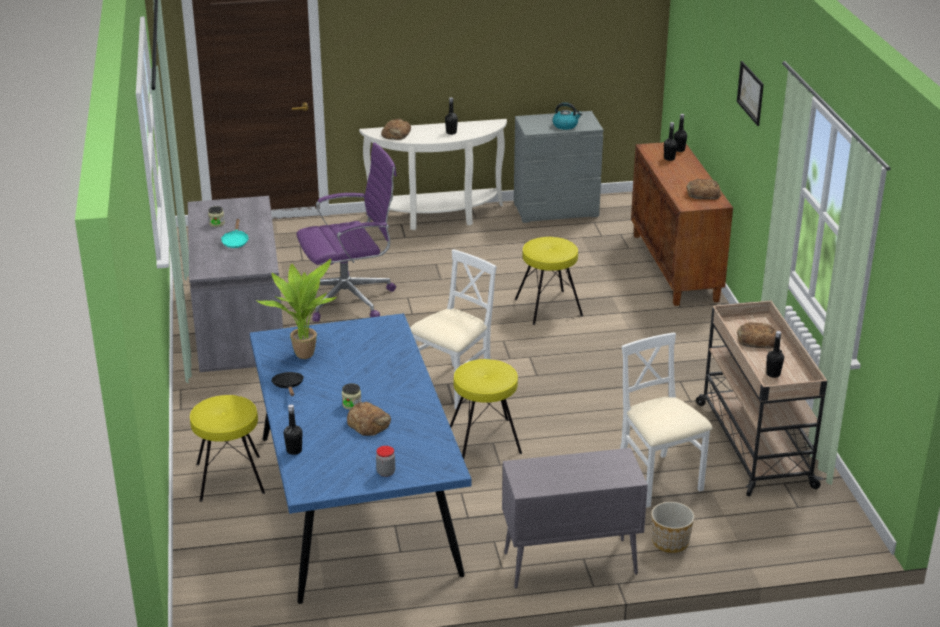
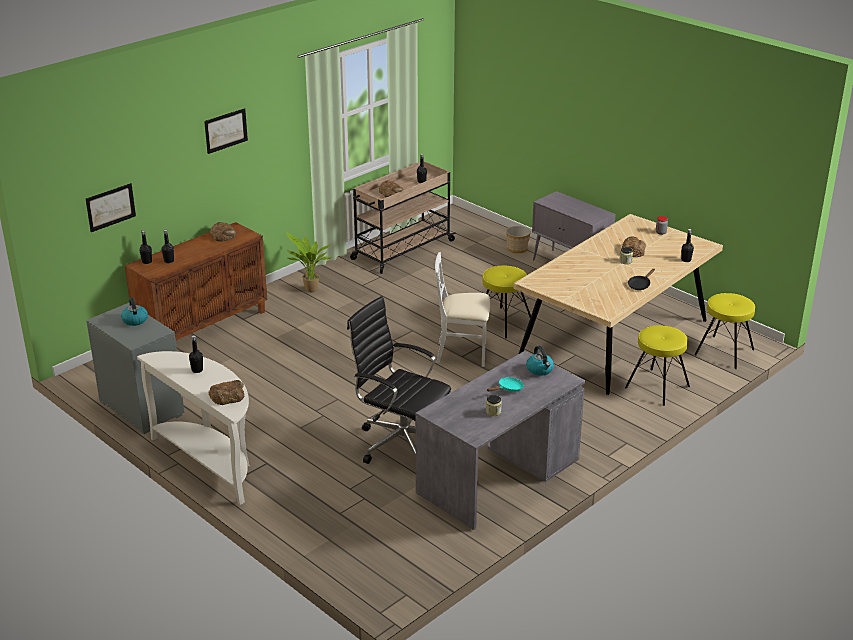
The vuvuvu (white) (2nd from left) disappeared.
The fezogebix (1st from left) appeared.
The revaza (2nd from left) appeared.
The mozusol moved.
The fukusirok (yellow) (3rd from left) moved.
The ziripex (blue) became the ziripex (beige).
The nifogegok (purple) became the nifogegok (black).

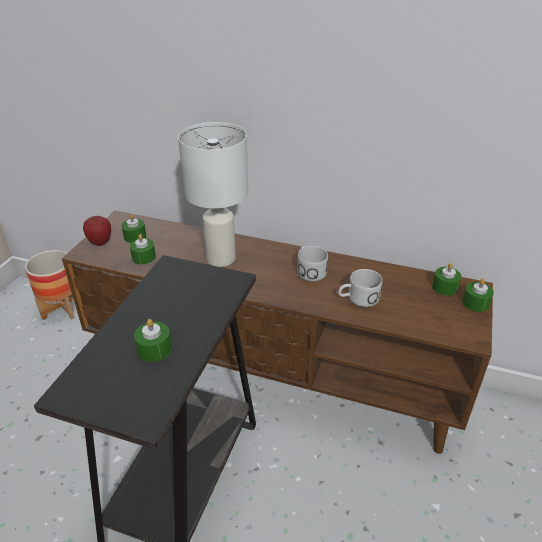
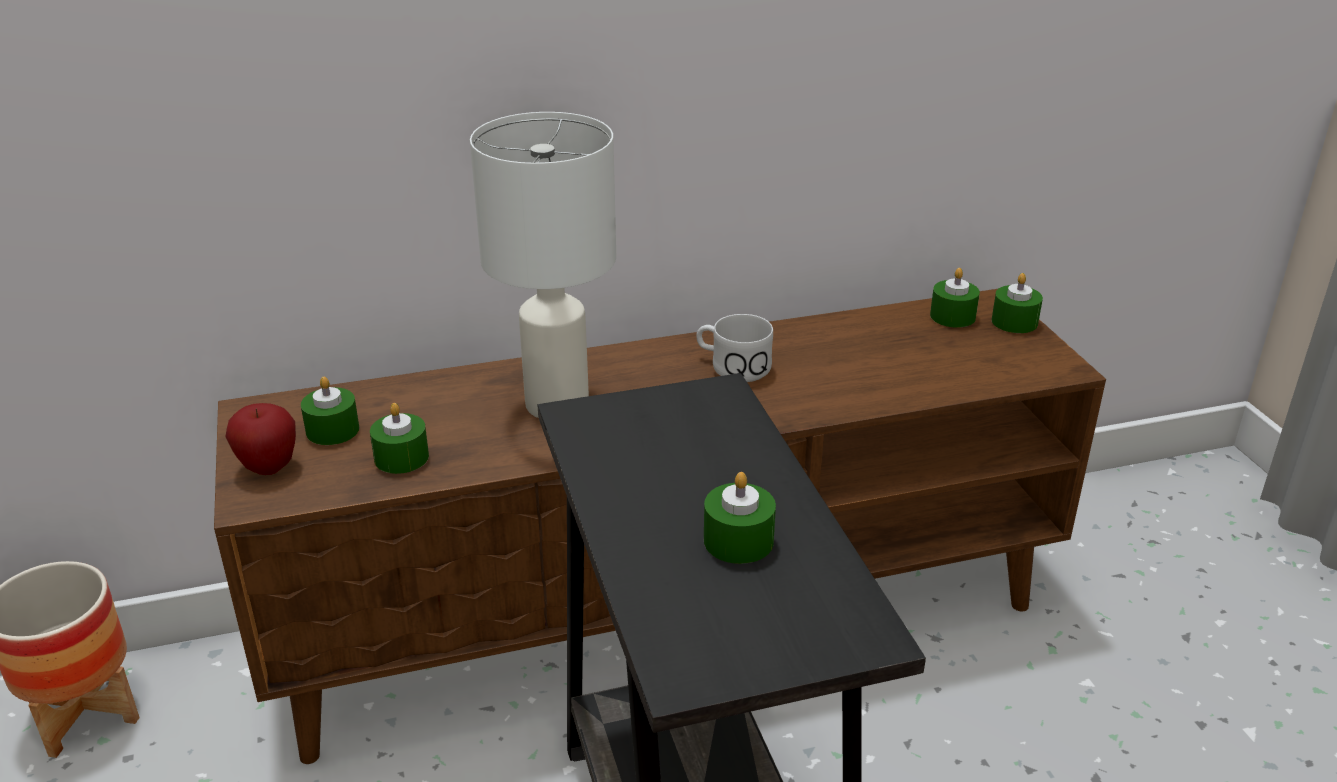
The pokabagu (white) (2nd from left) disappeared.

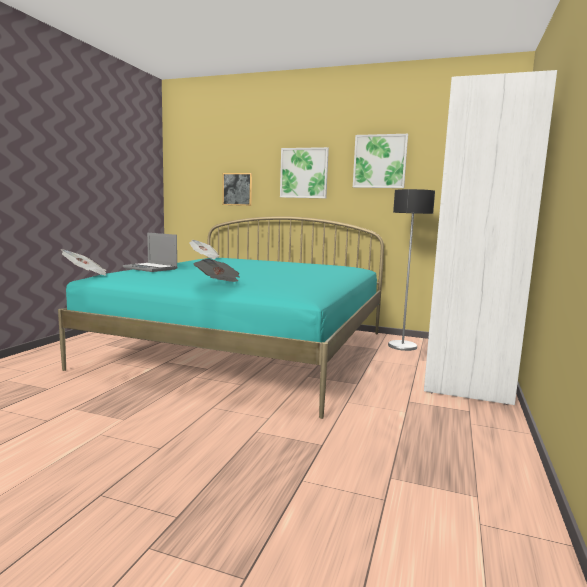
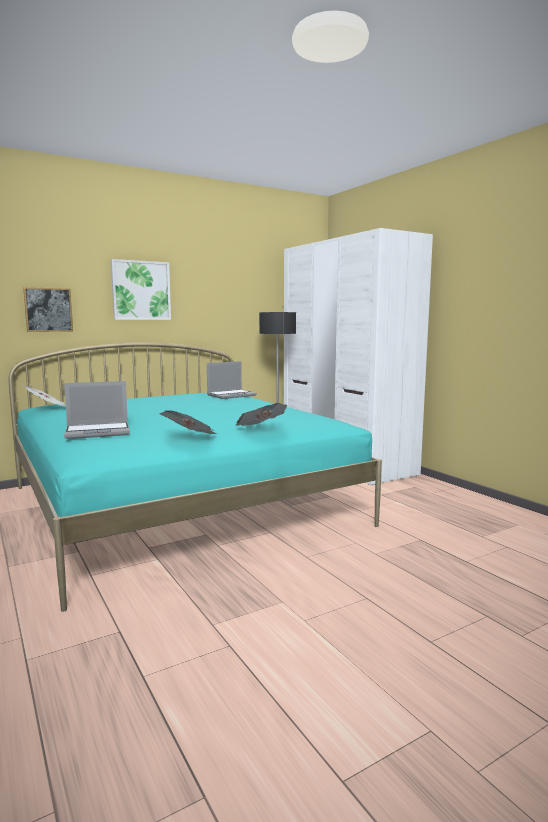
The fezogebix (3rd from left) disappeared.
The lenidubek (2nd from left) appeared.
The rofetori (1st from left in the first image) moved.

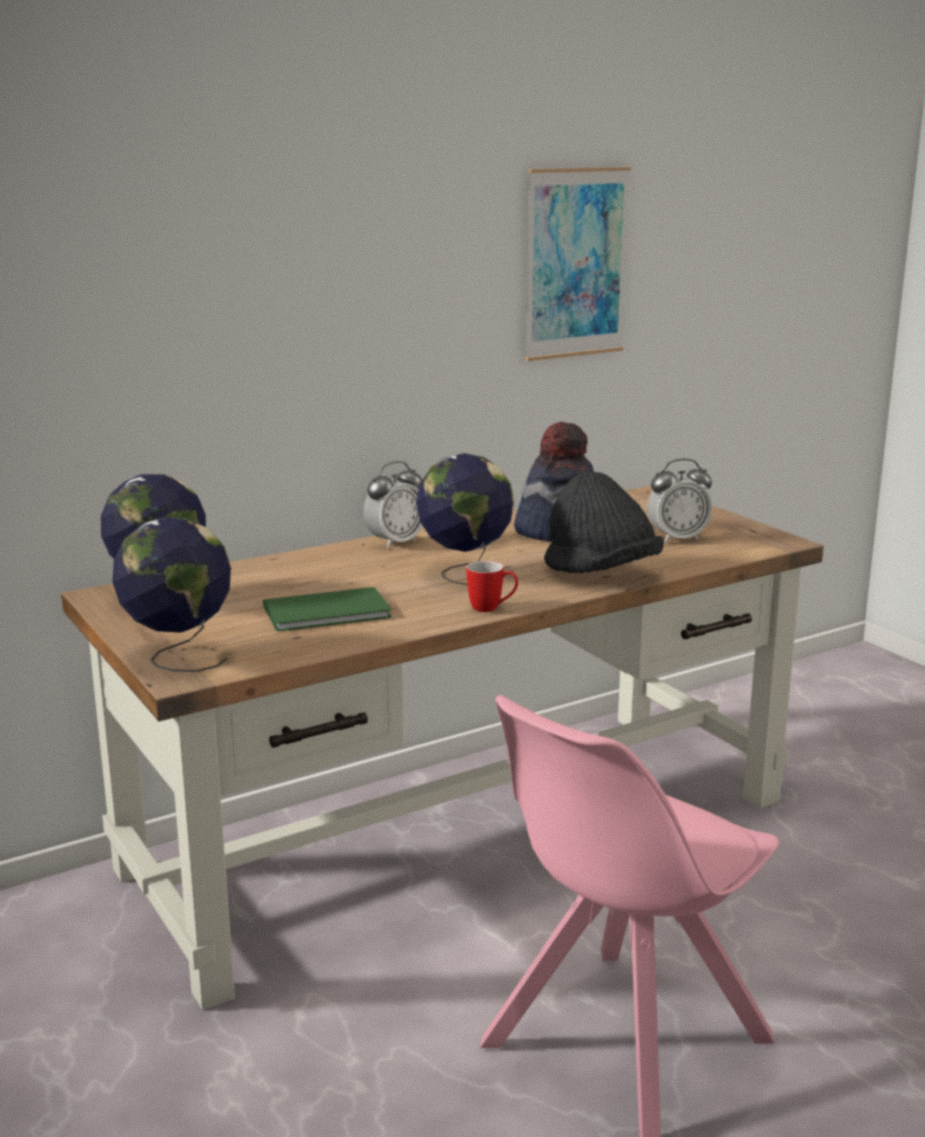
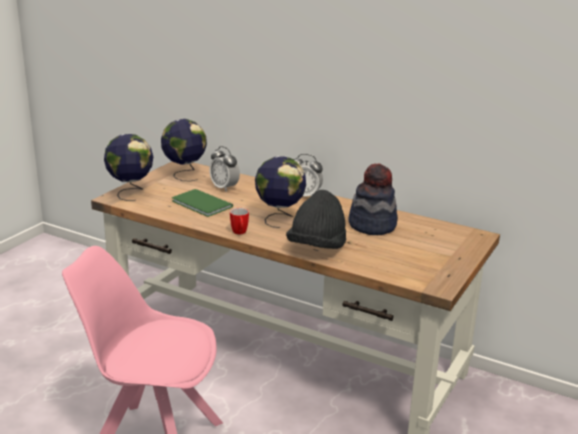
The fezogebix disappeared.
The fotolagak (2nd from left in the first image) moved.

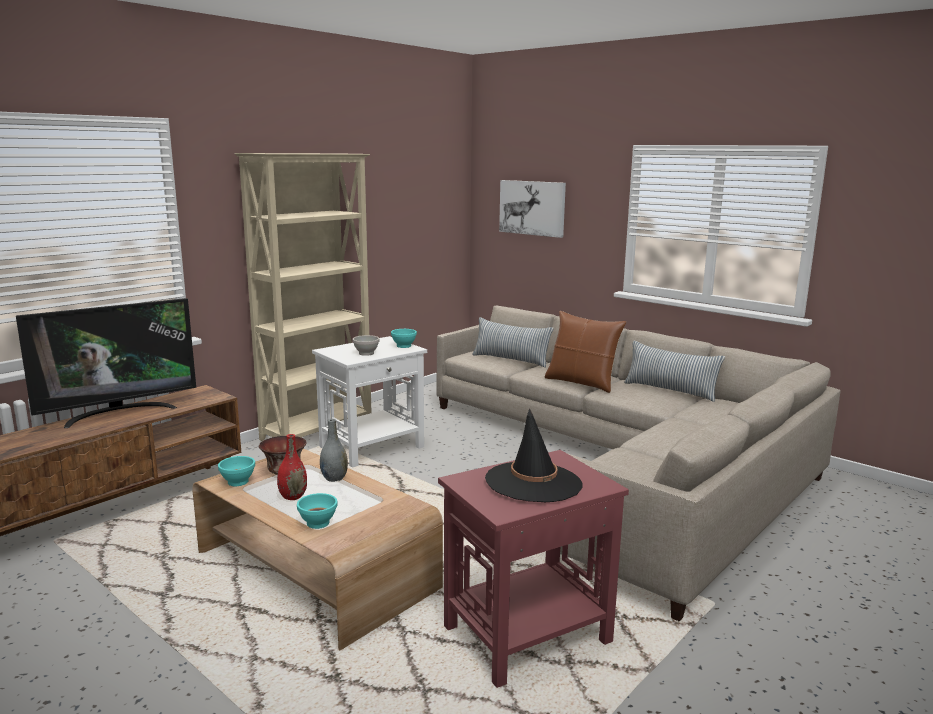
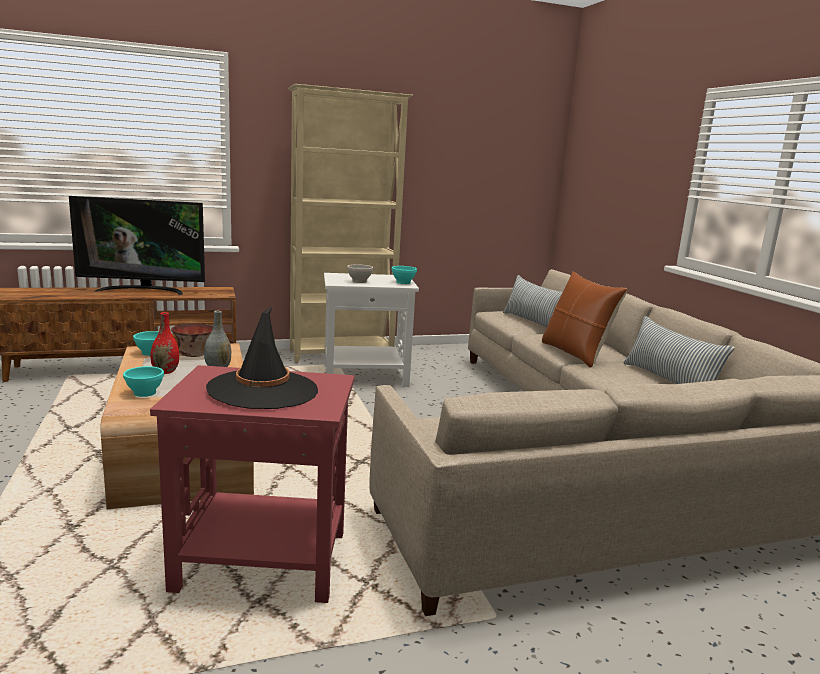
The fezogebix disappeared.

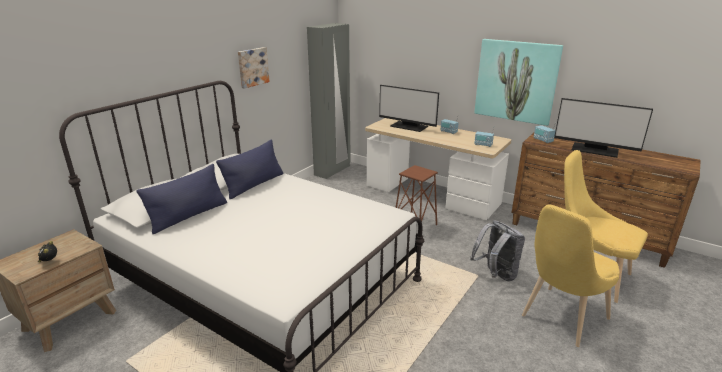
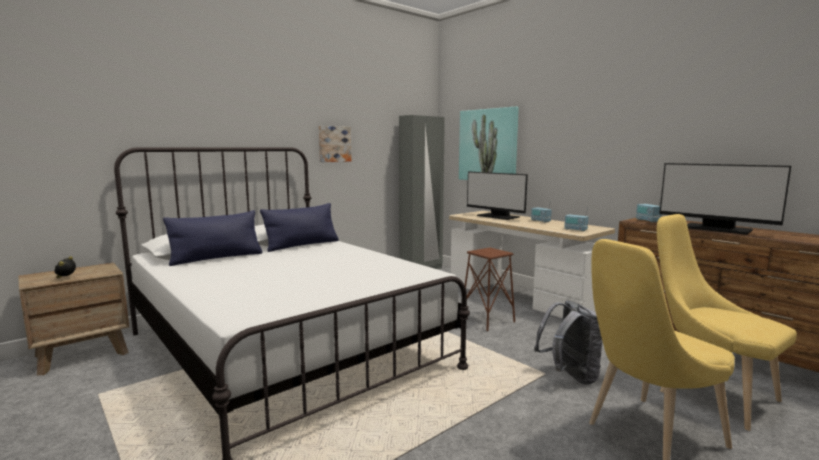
The fezogebix (2nd from left) moved.

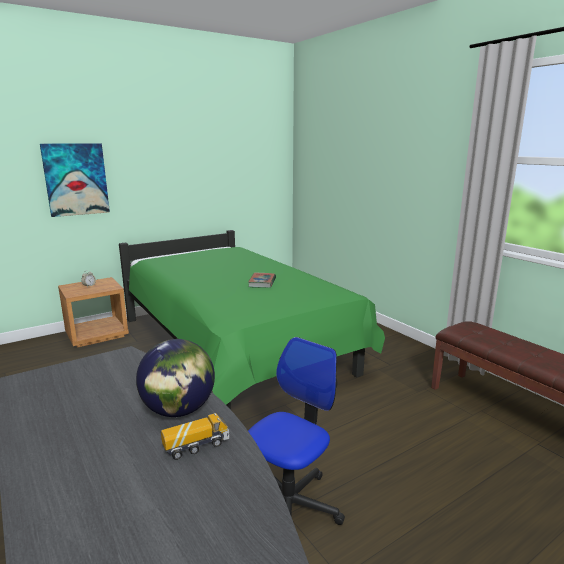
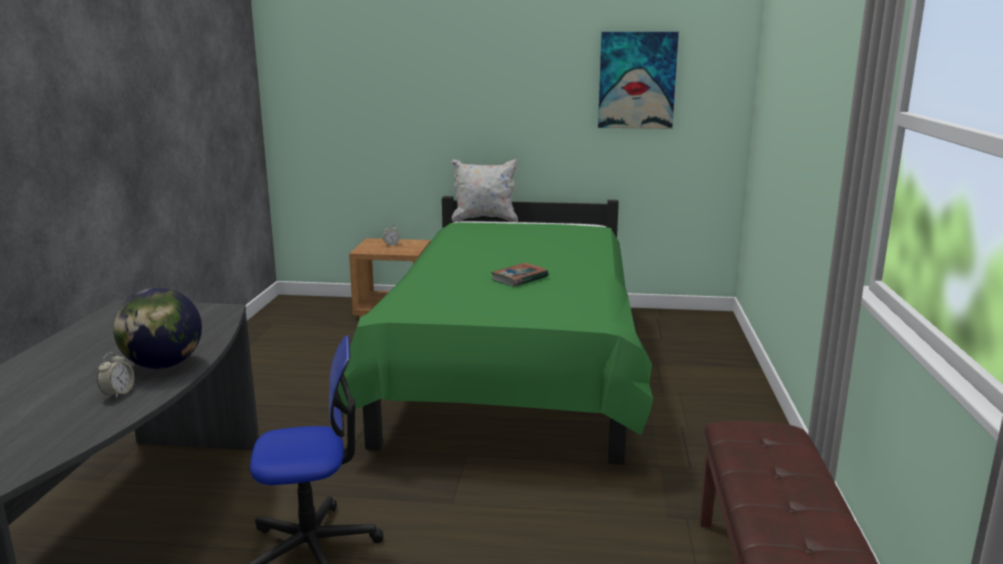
The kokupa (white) appeared.
The fezogebix moved.
The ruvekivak was replaced by the fotolagak (1st from left).

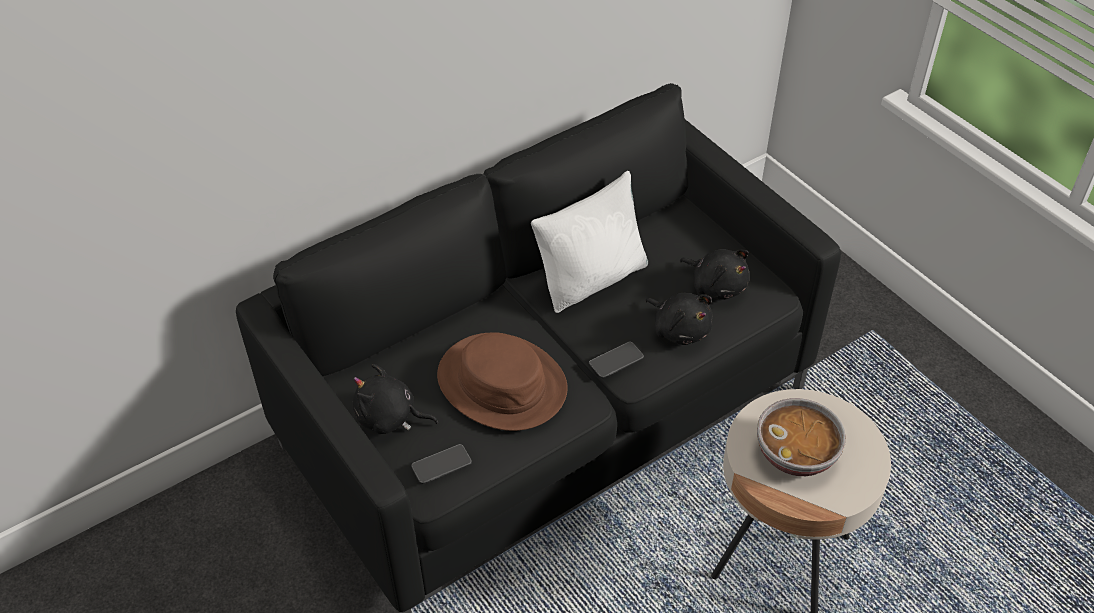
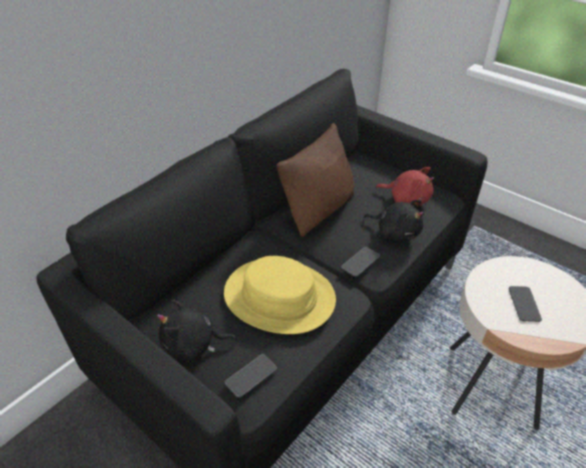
The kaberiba was replaced by the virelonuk (3rd from left).
The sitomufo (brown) became the sitomufo (yellow).
The kokupa (white) became the kokupa (brown).
The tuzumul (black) (3rd from left) became the tuzumul (red).

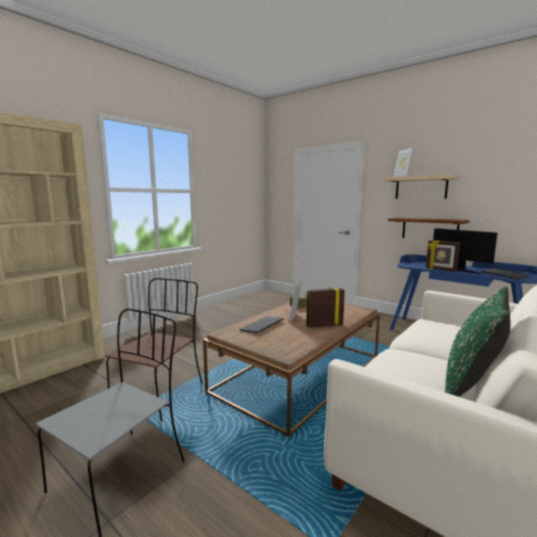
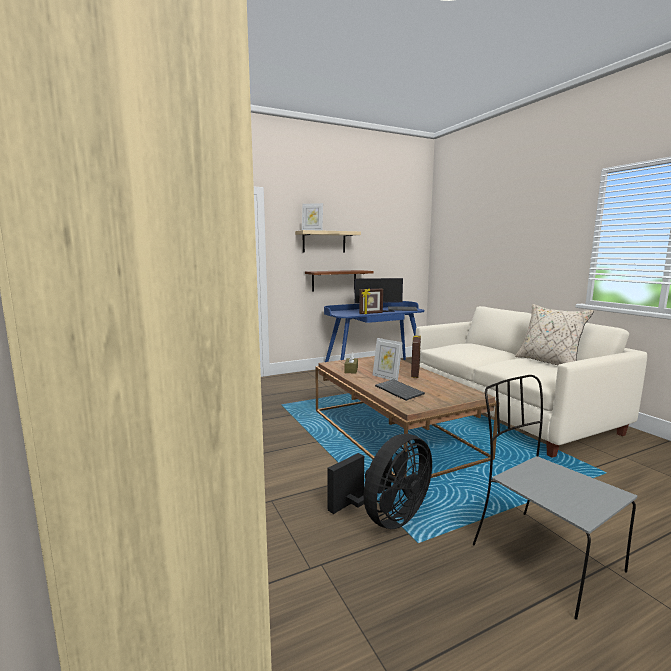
The vuvuvu (brown) was replaced by the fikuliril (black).
The kokupa (green) became the kokupa (beige).

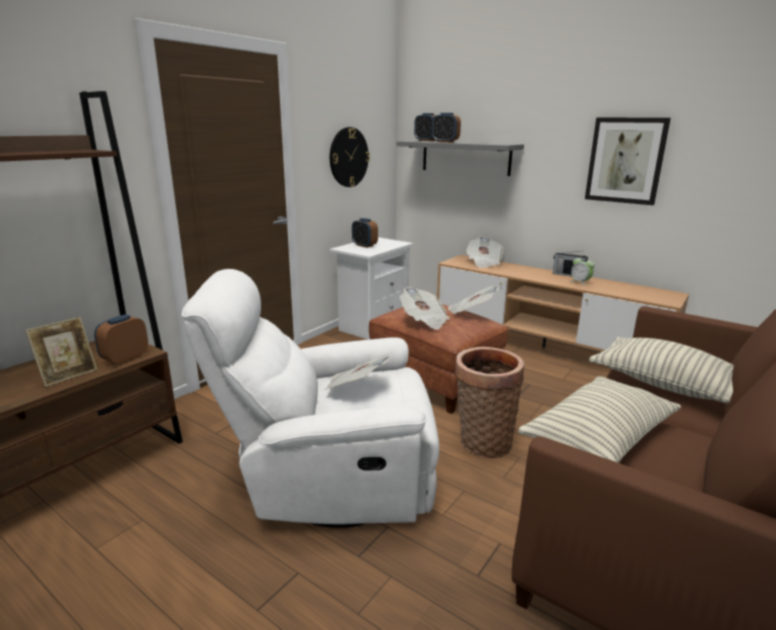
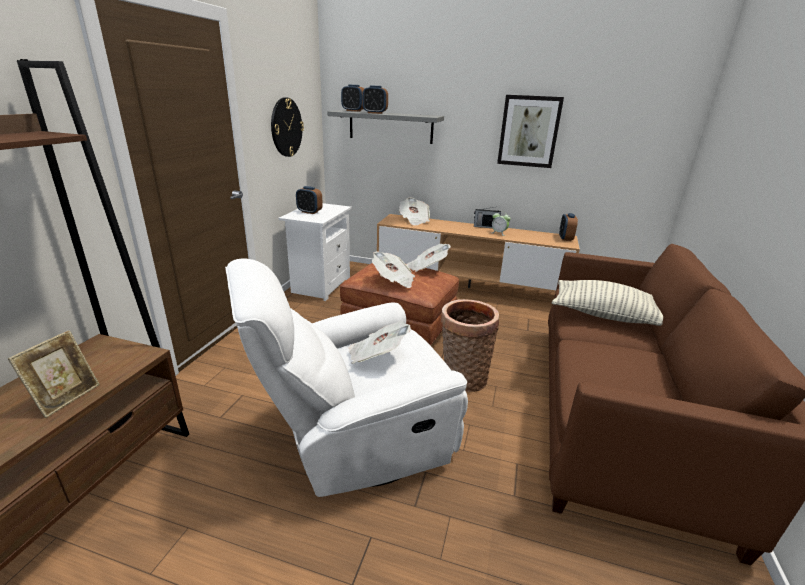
The kokupa (1st from left) disappeared.
The fotolagak (1st from left in the first image) moved.

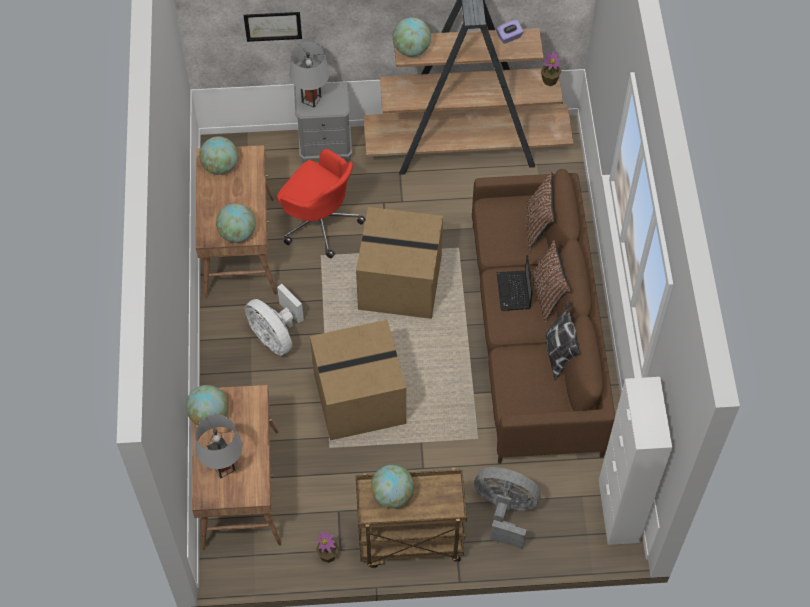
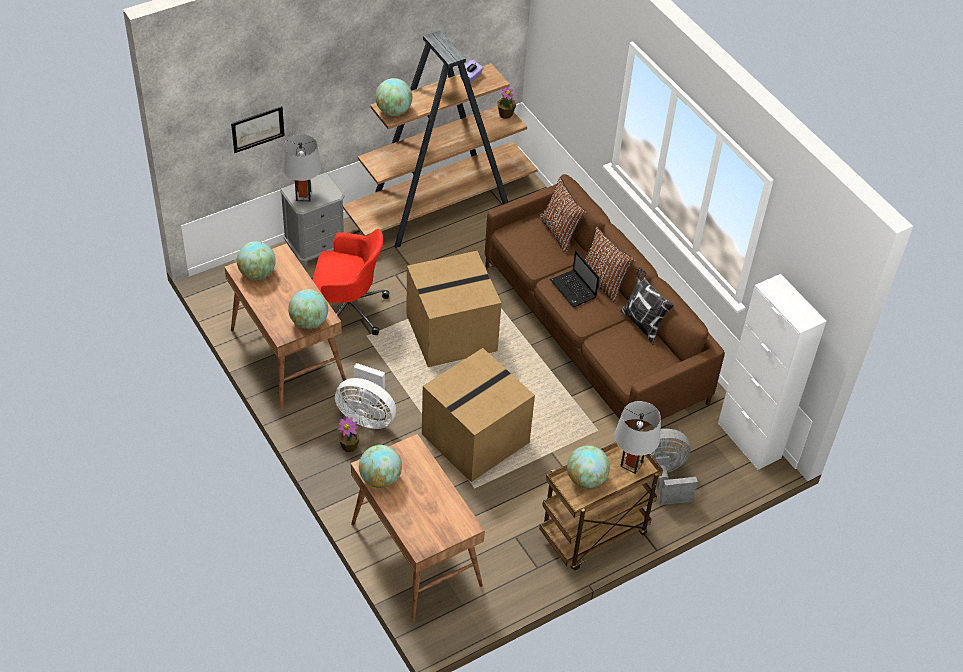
The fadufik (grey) (1st from left in the first image) moved.
The mozusol (1st from left) moved.

